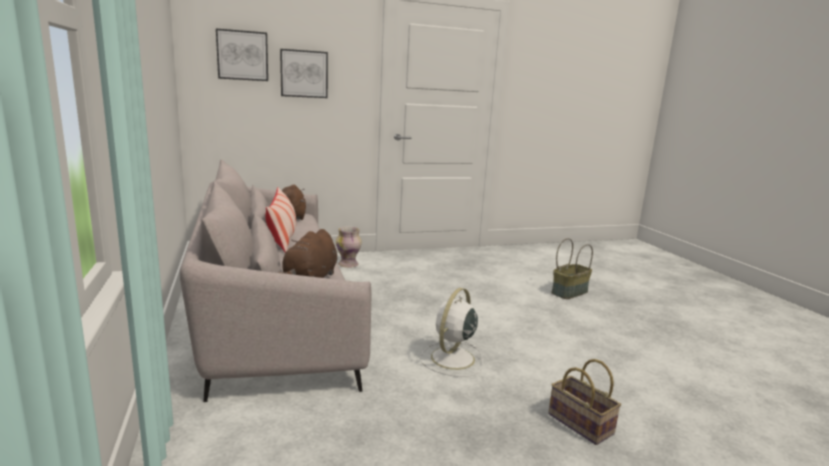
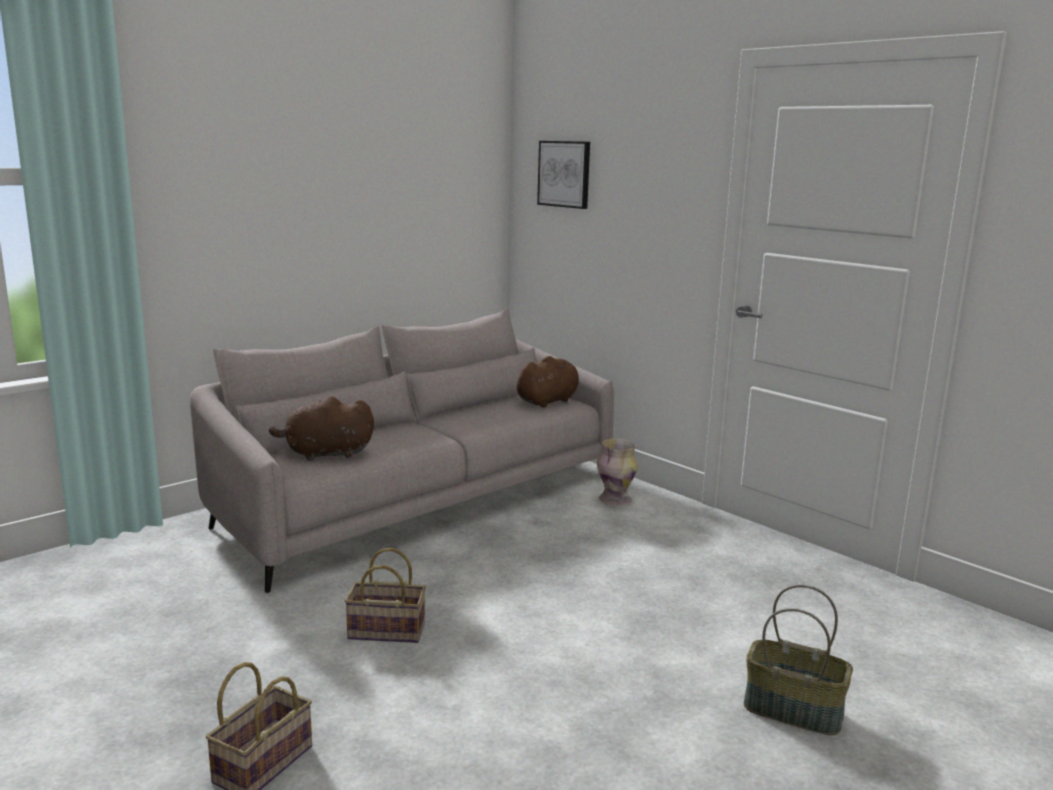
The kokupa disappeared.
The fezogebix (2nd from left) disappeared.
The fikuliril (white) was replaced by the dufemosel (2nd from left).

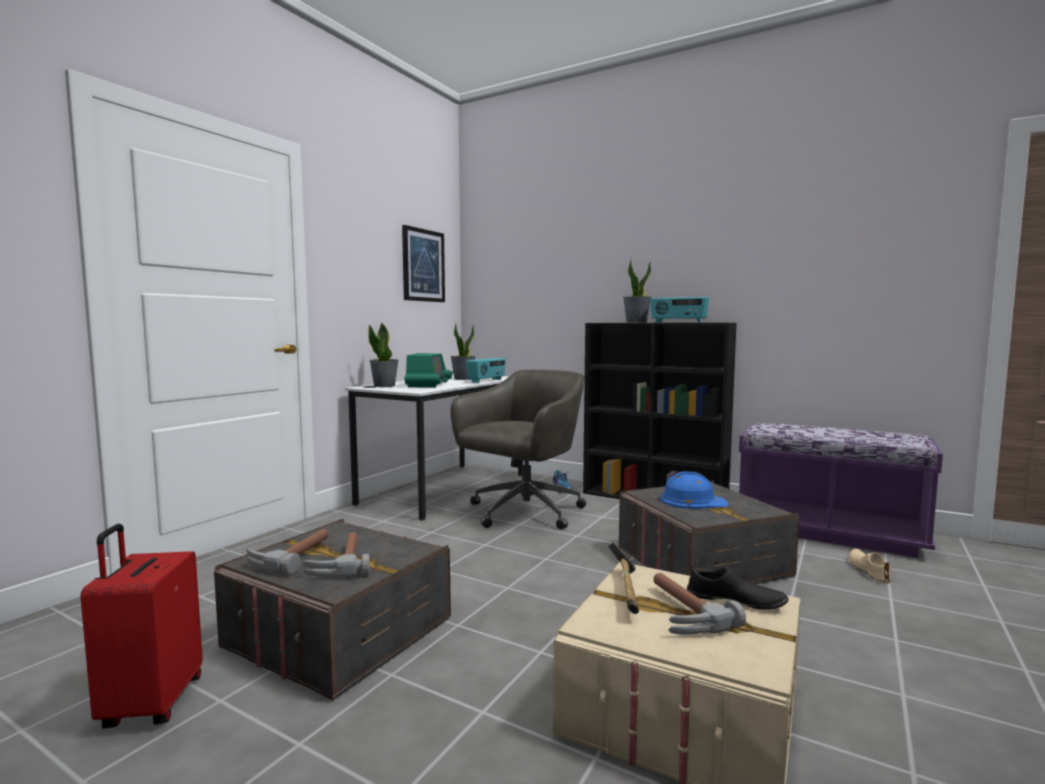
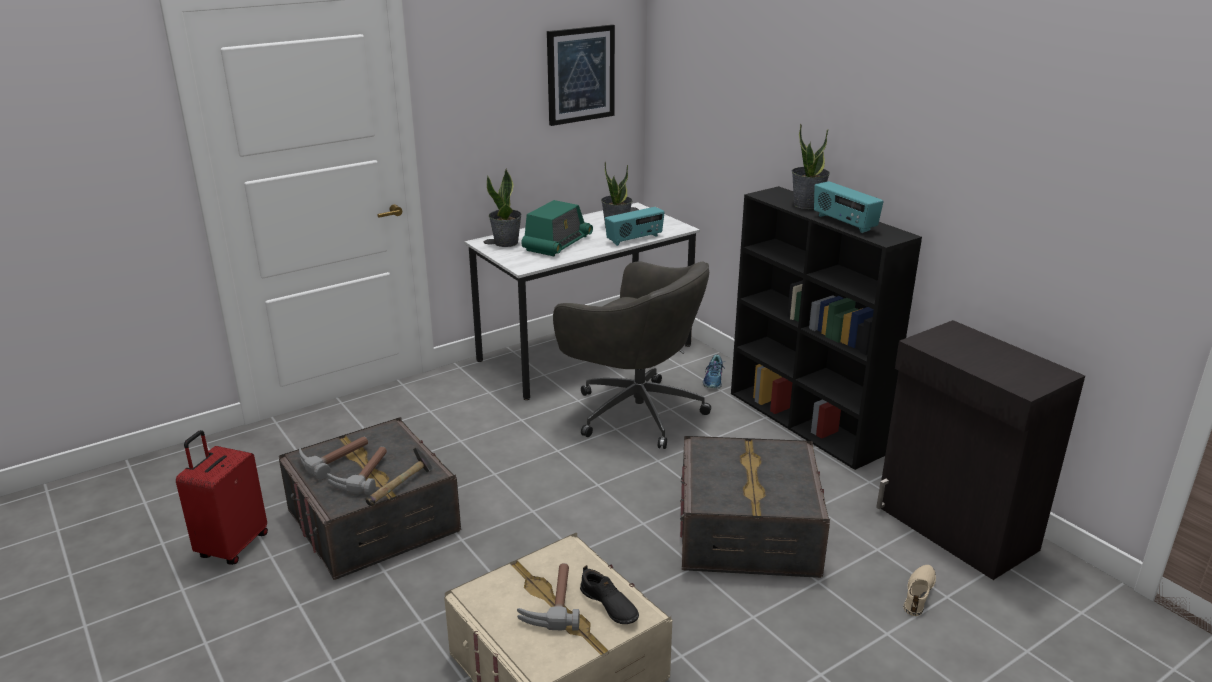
The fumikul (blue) disappeared.
The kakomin (3rd from left) moved.
The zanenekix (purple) was replaced by the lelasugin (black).
The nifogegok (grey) turned 60 degrees clockwise.

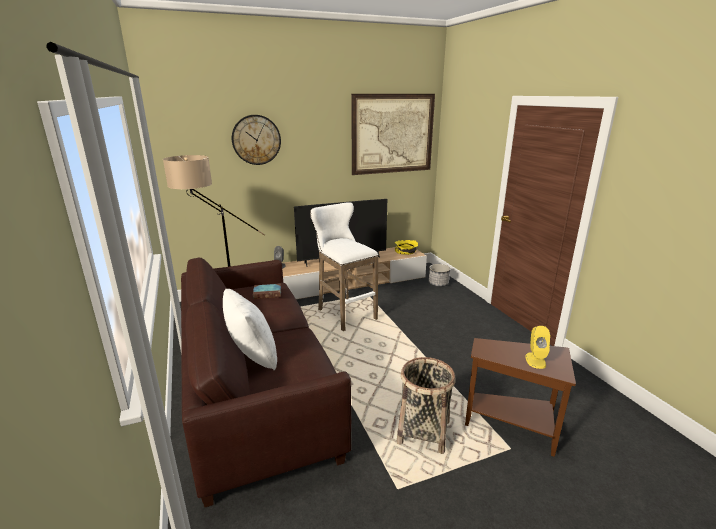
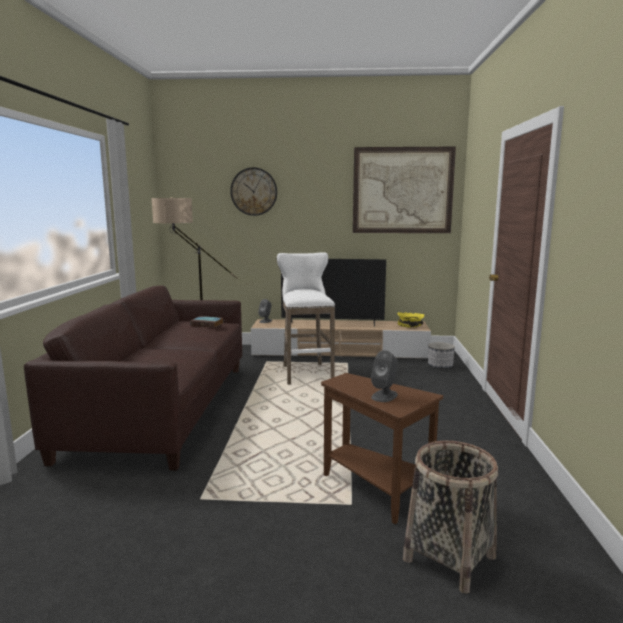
The kokupa (white) disappeared.
The dufemosel moved.
The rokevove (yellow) became the rokevove (grey) (2nd from left).

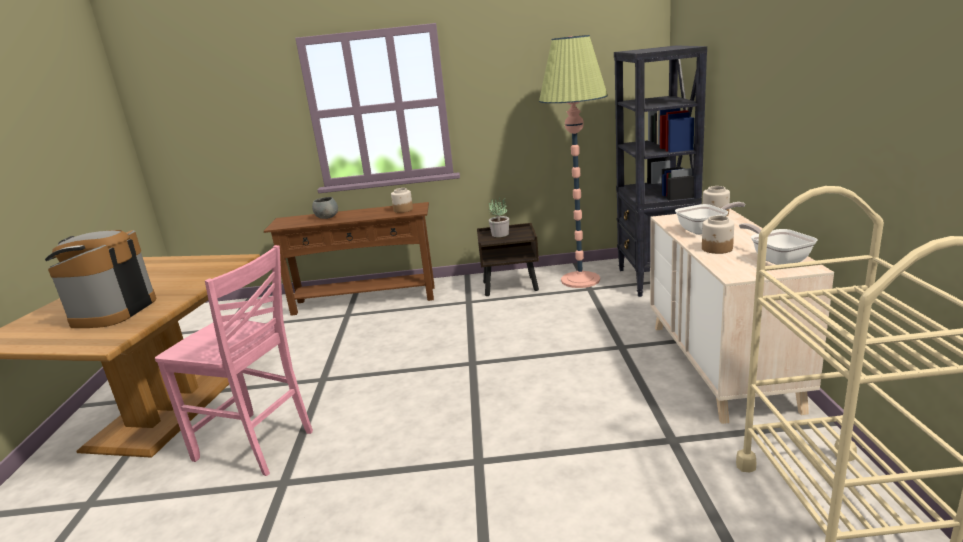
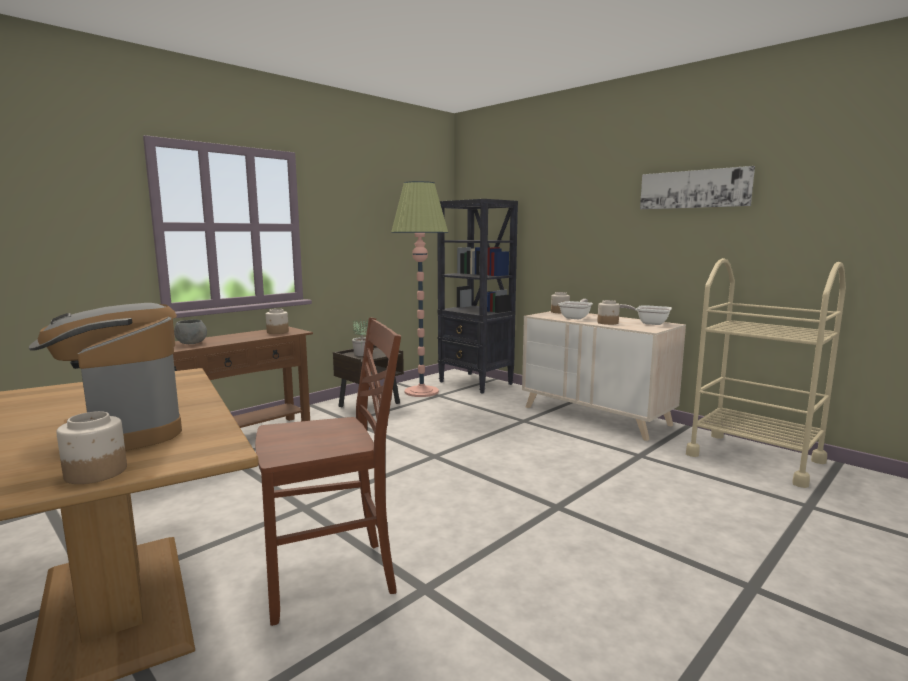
The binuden (1st from left) appeared.
The fezogebix appeared.
The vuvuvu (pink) became the vuvuvu (brown).

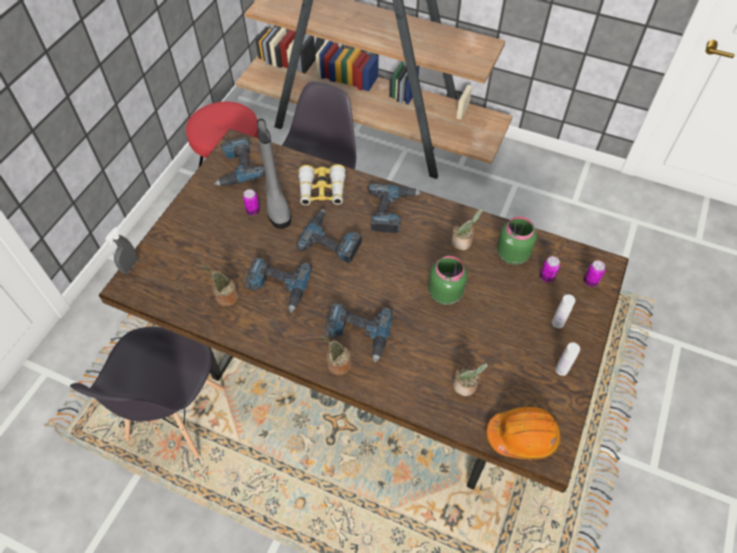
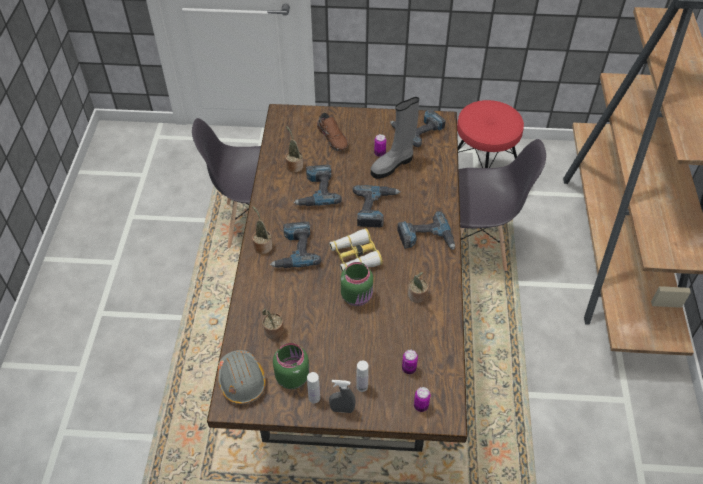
The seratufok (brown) appeared.
The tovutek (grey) moved.
The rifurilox moved.
The binuden (green) (2nd from left in the first image) moved.
The fumikul (orange) became the fumikul (grey).

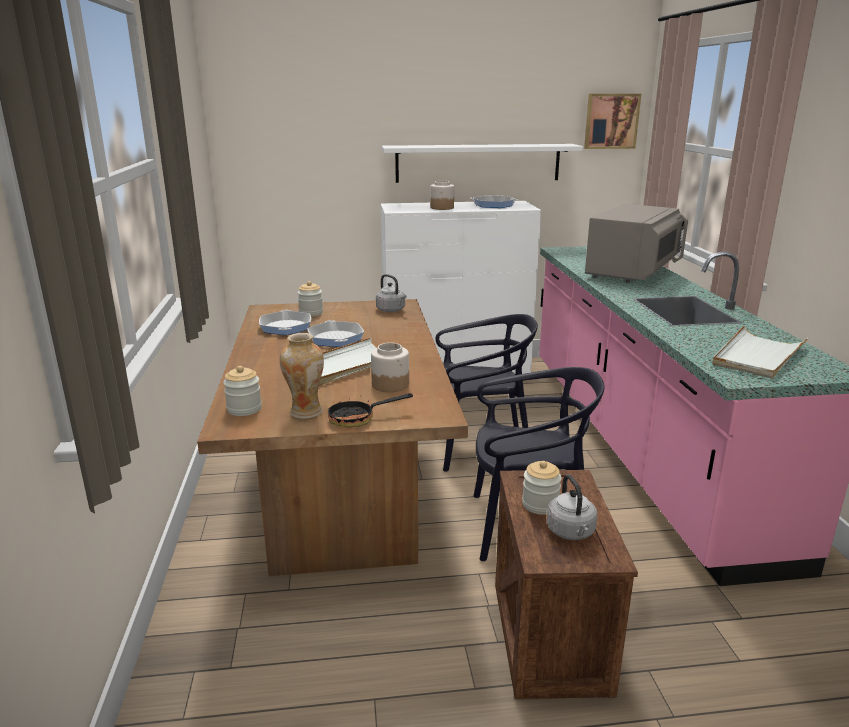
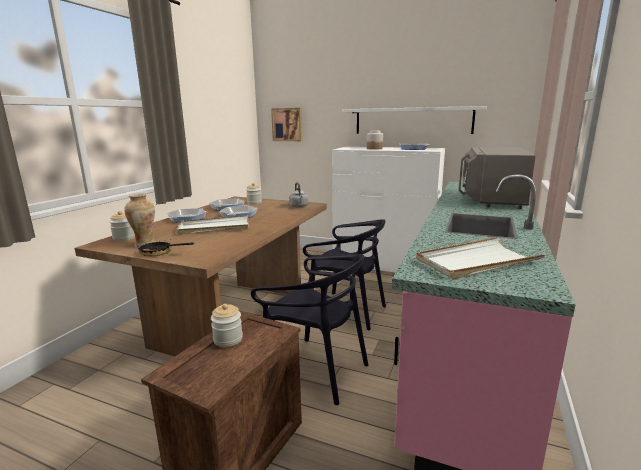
The binuden (3rd from left) disappeared.
The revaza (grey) (2nd from left) disappeared.
The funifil (2nd from left) appeared.
The fezogebix moved.
The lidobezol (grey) turned 135 degrees clockwise.

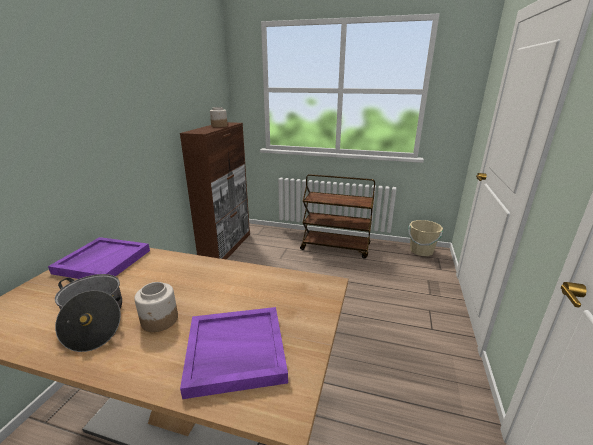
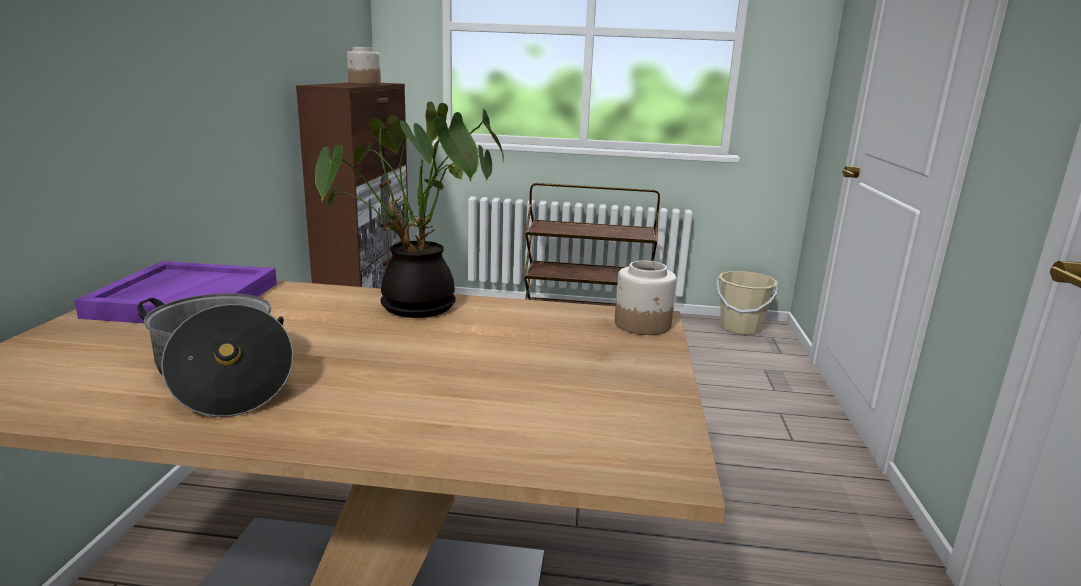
The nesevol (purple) (2nd from left) disappeared.
The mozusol appeared.
The binuden (1st from left in the first image) moved.

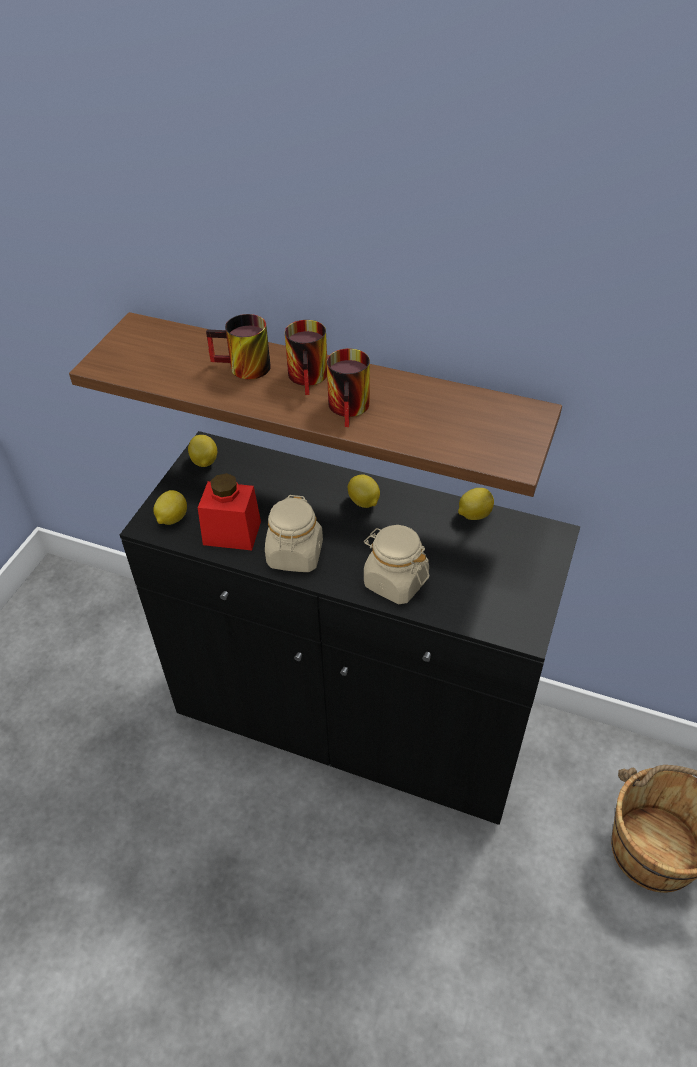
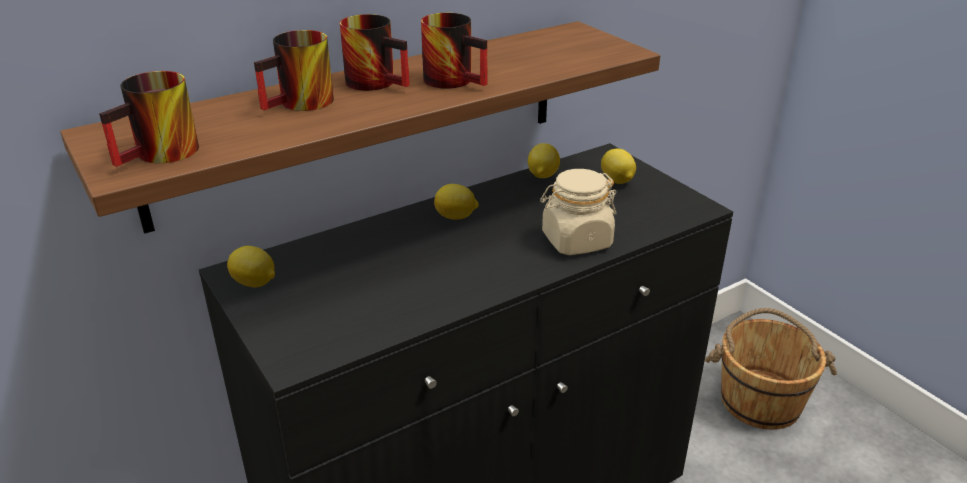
The binuden (red) disappeared.
The binuden (beige) (1st from left) disappeared.
The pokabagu (1st from left) appeared.
The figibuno (1st from left in the first image) moved.

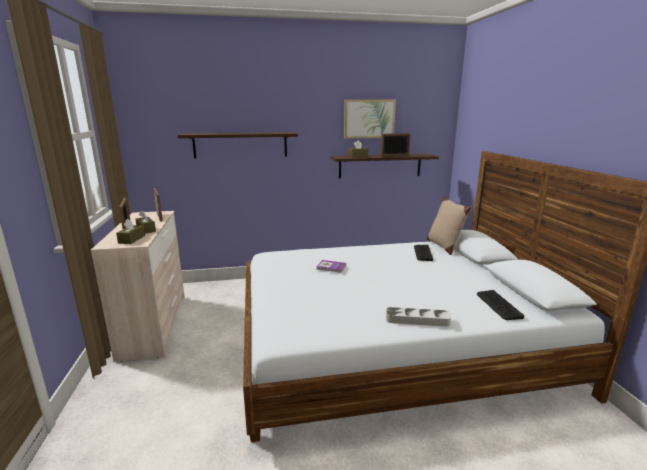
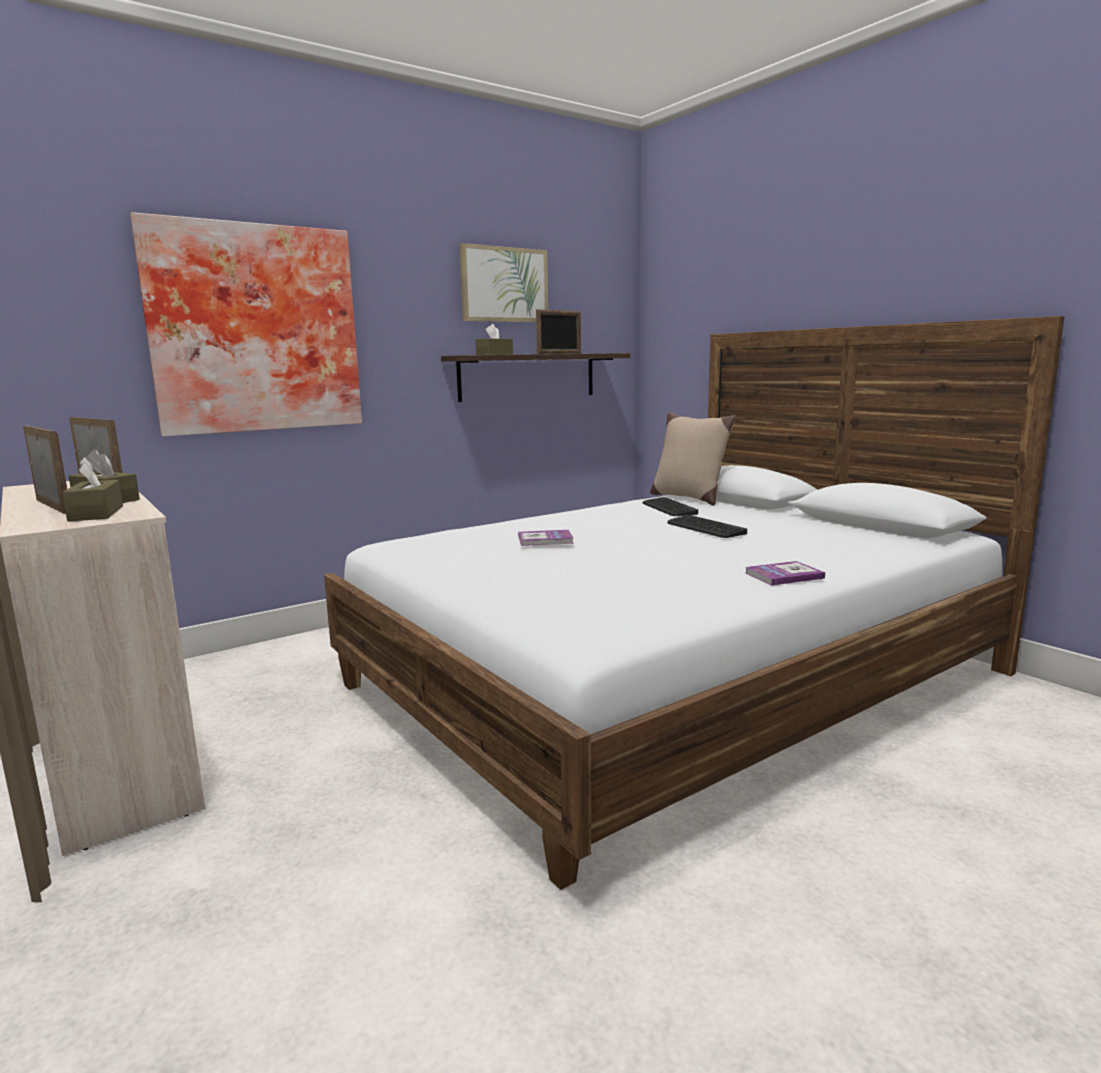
The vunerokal (2nd from left) moved.
The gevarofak (1st from left) was replaced by the fezogebix (1st from left).
The nesevol (grey) was replaced by the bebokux (2nd from left).

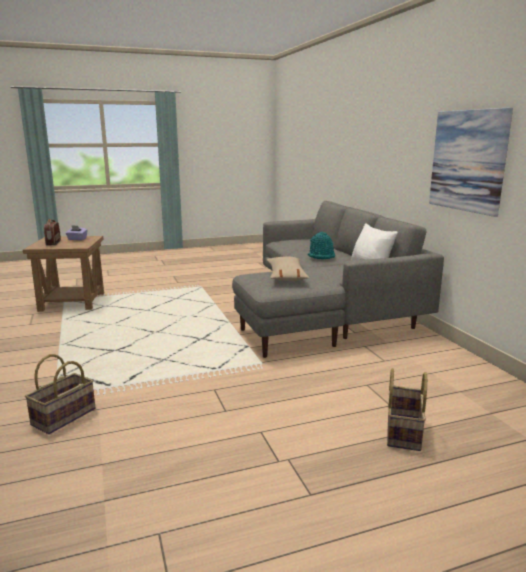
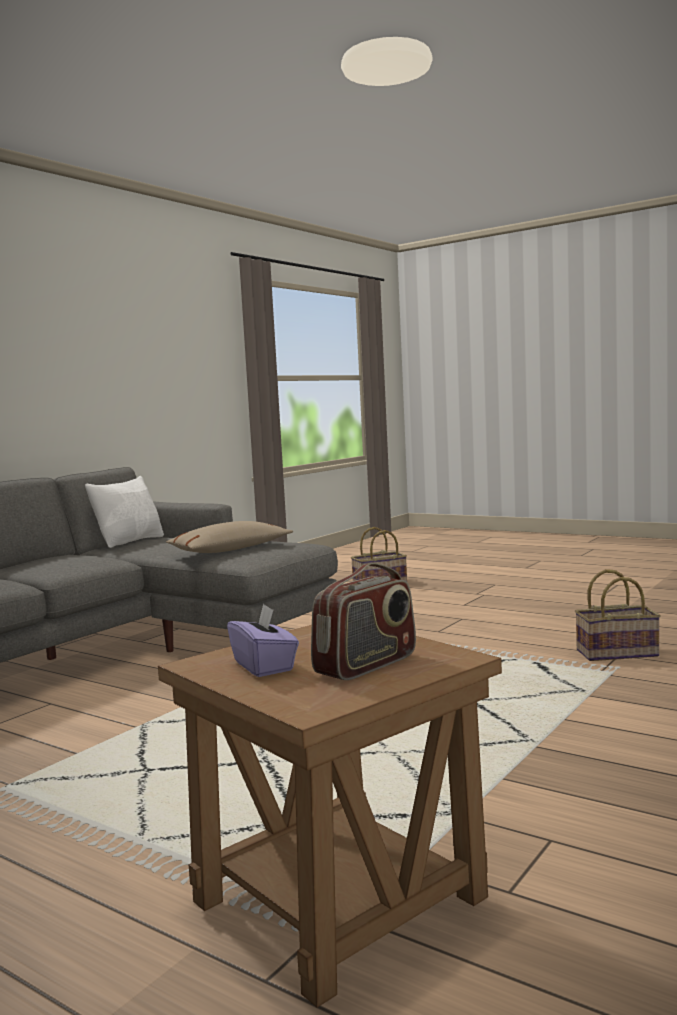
The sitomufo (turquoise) disappeared.
The fezogebix disappeared.

